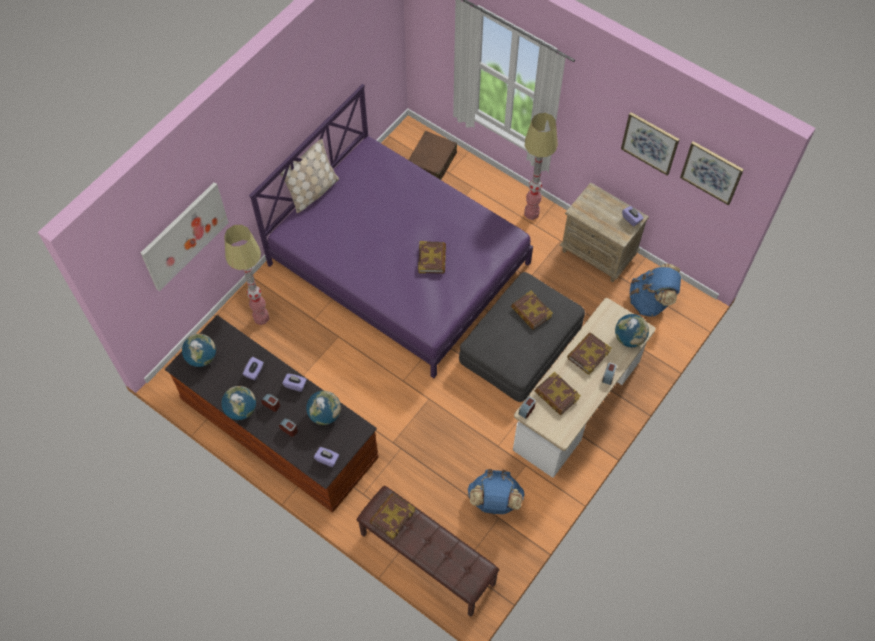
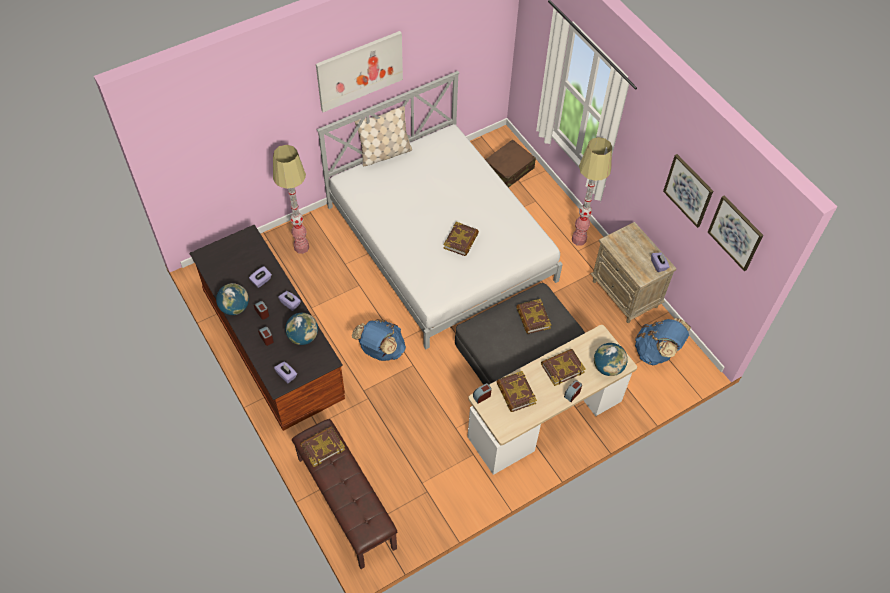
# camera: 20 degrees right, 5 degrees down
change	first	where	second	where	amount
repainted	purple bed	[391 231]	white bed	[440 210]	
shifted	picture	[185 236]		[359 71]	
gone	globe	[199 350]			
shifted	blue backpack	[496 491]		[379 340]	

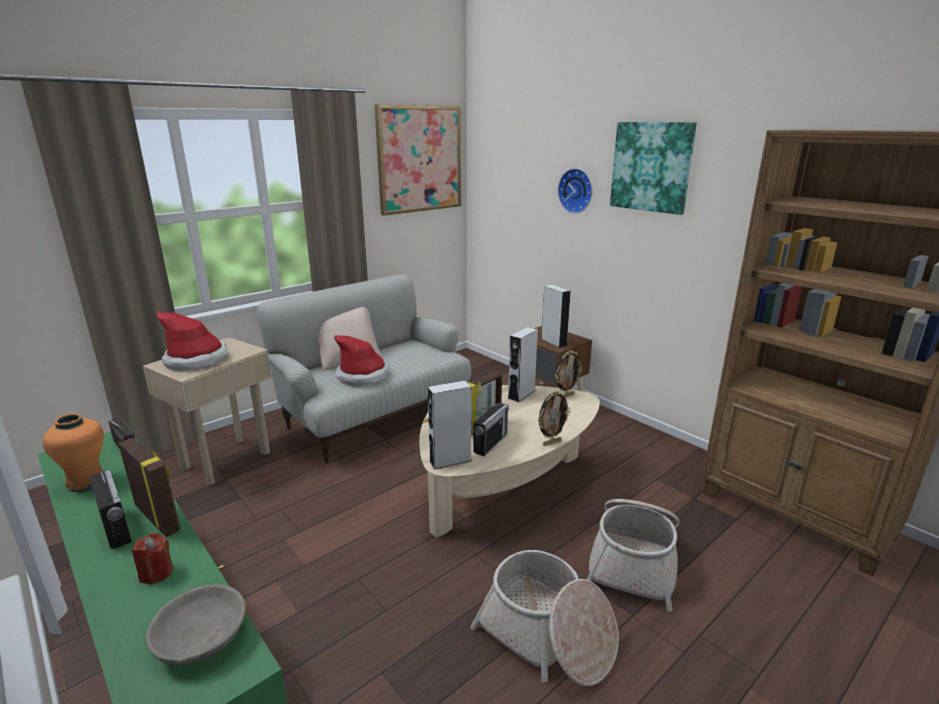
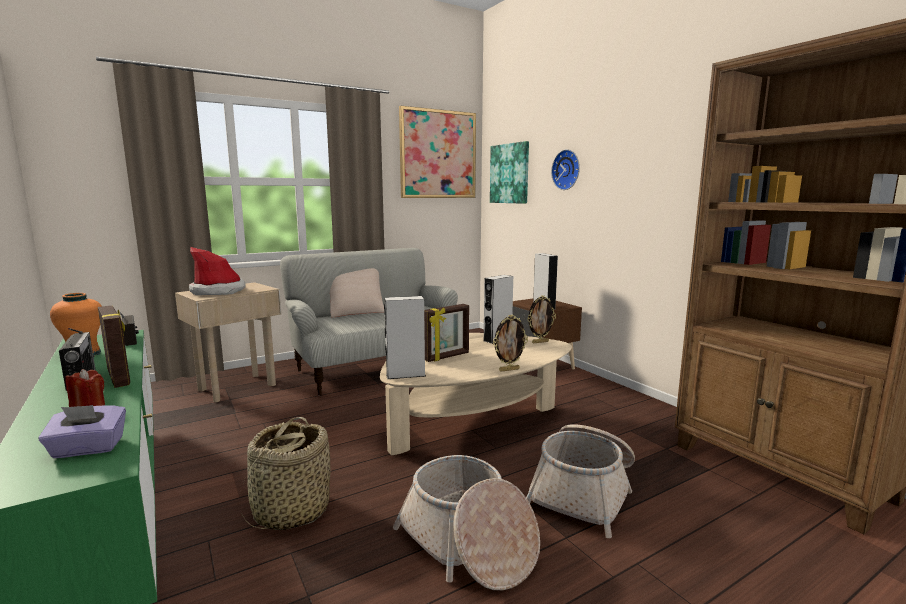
# camera: 10 degrees right, 10 degrees down
change	first	where	second	where	amount
shifted	picture	[653 168]		[509 172]	
gone	hat	[362 361]			
gone	radio	[491 429]			
swapped	grey bowl	[196 624]	purple tissue box	[82 431]	
new			basket	[285 473]	

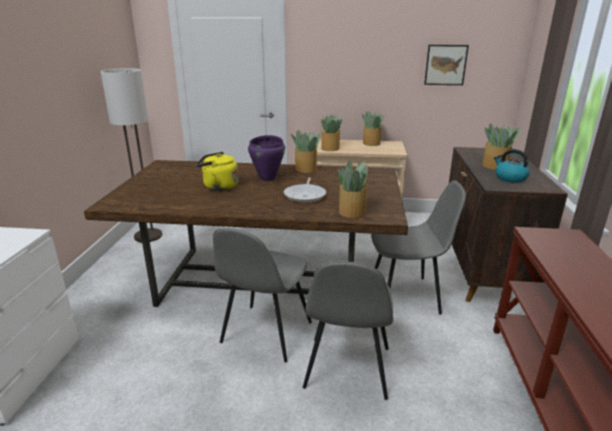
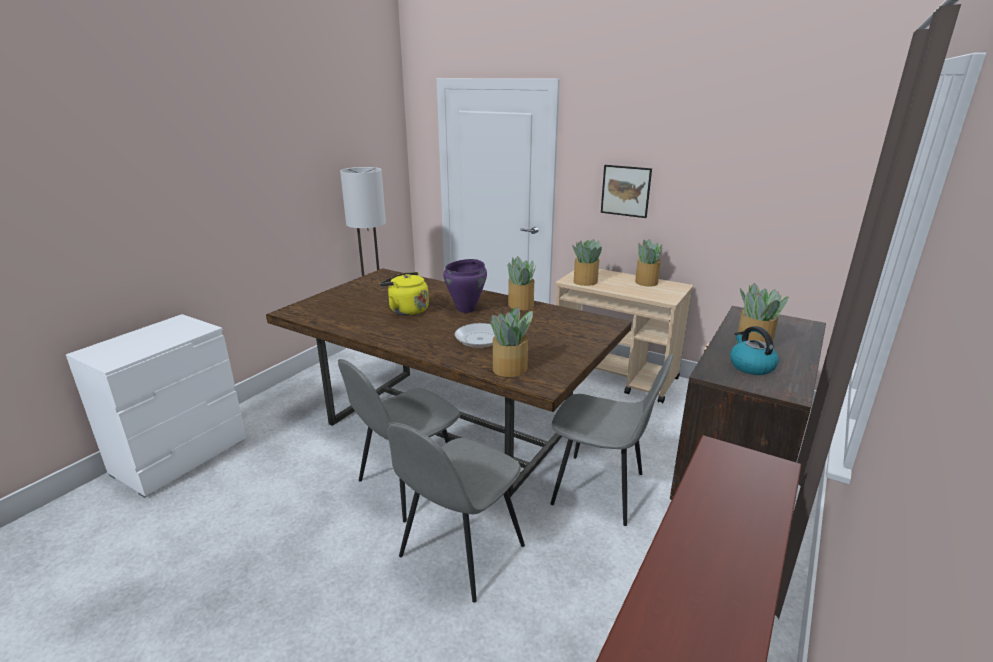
# camera: 25 degrees right, 0 degrees up
change	first	where	second	where	amount
shifted	picture	[446 65]		[626 191]	

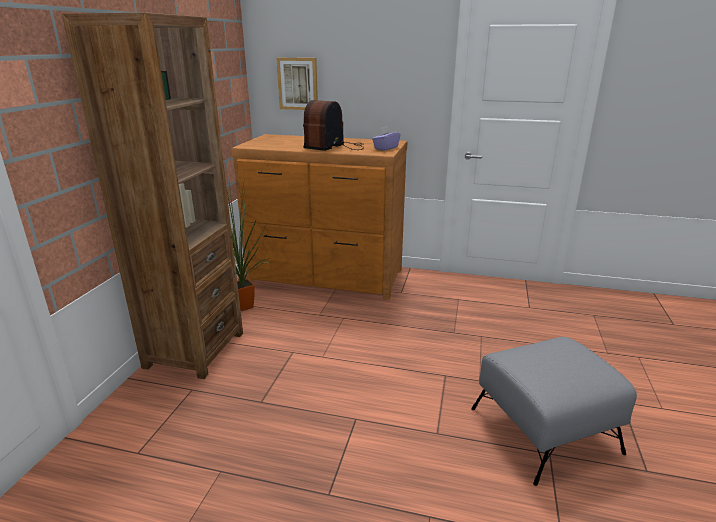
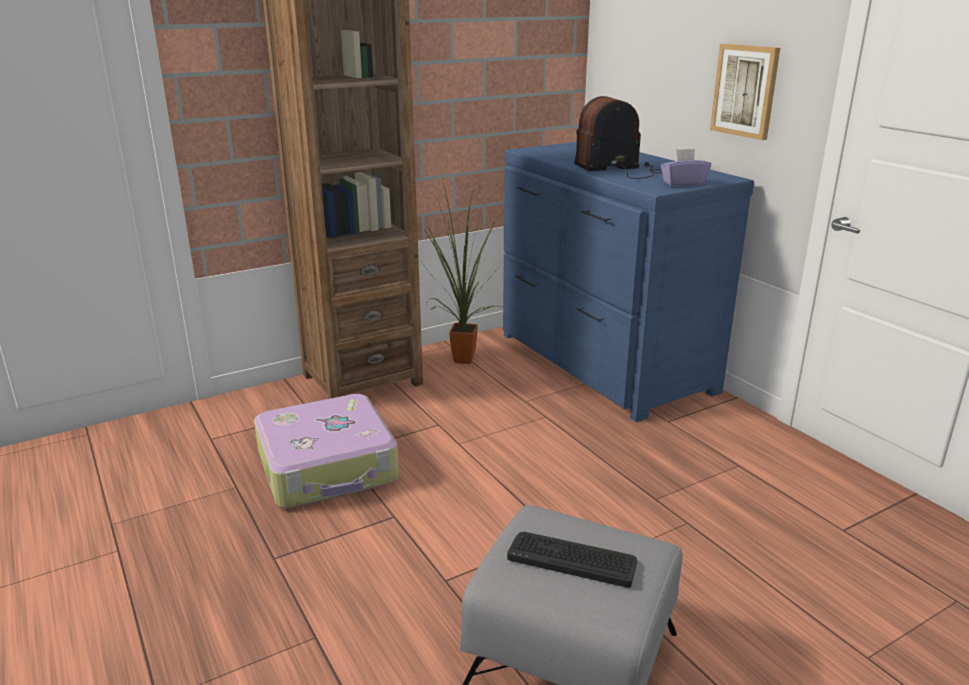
# camera: 45 degrees right, 0 degrees up
change	first	where	second	where	amount
shifted	picture	[297 84]		[745 92]	
repainted	brown dresser	[319 217]	blue dresser	[628 282]	
new			suitcase	[326 451]	
new			keyboard	[572 560]	

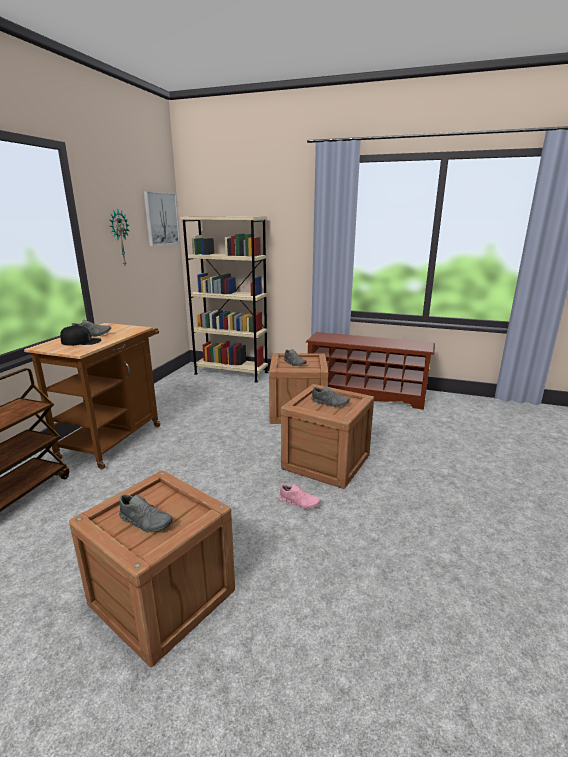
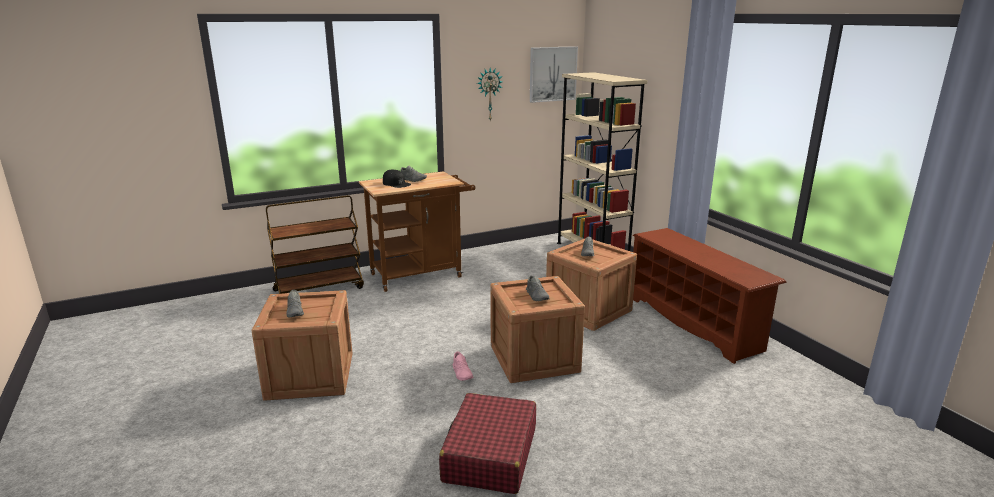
# camera: 45 degrees right, 0 degrees up
change	first	where	second	where	amount
new			red suitcase	[487 443]	

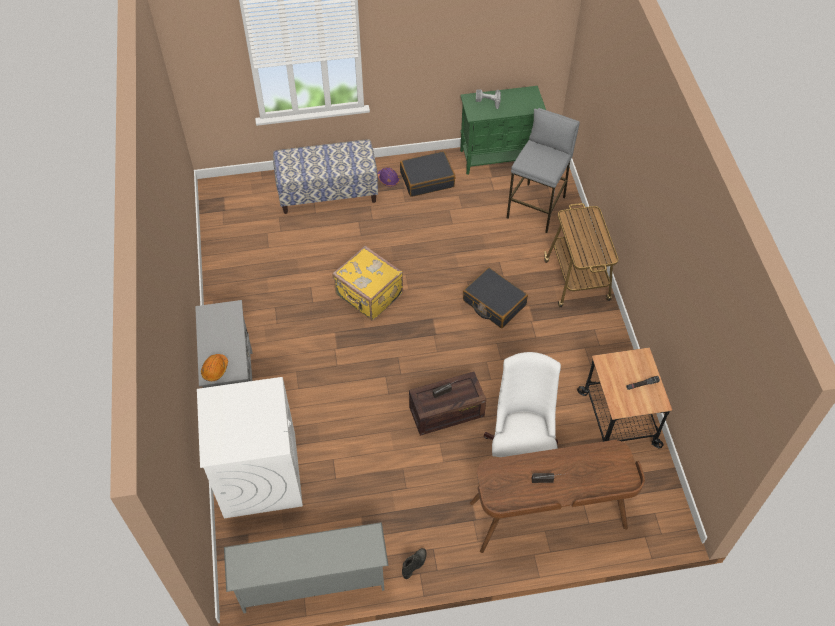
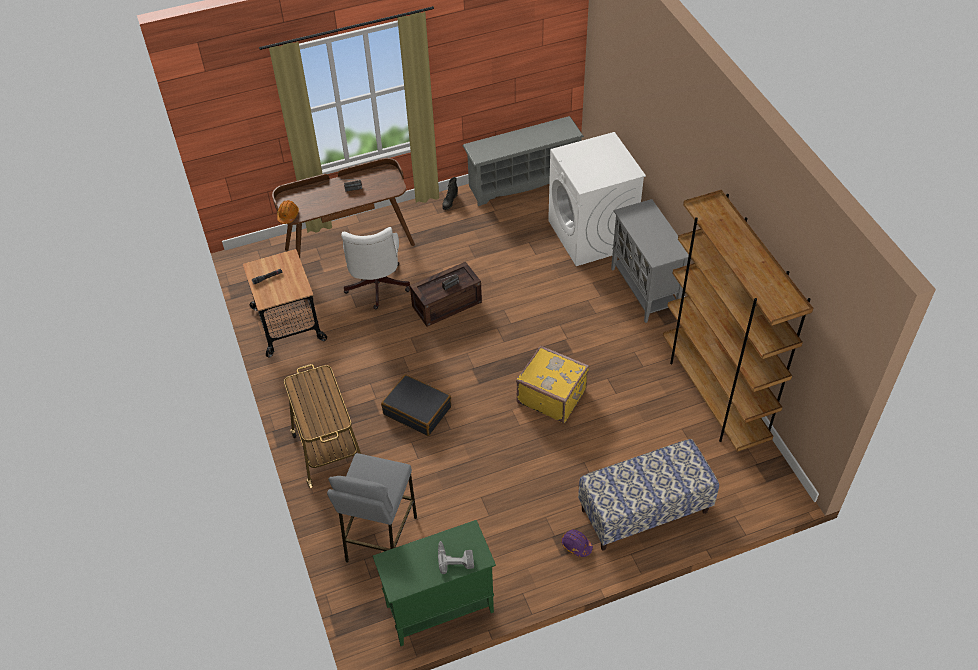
# camera: 170 degrees right, 5 degrees down
change	first	where	second	where	amount
gone	black suitcase	[427 174]			
shifted	orange hard hat	[214 367]		[288 212]	
new			brown bookcase	[738 321]	

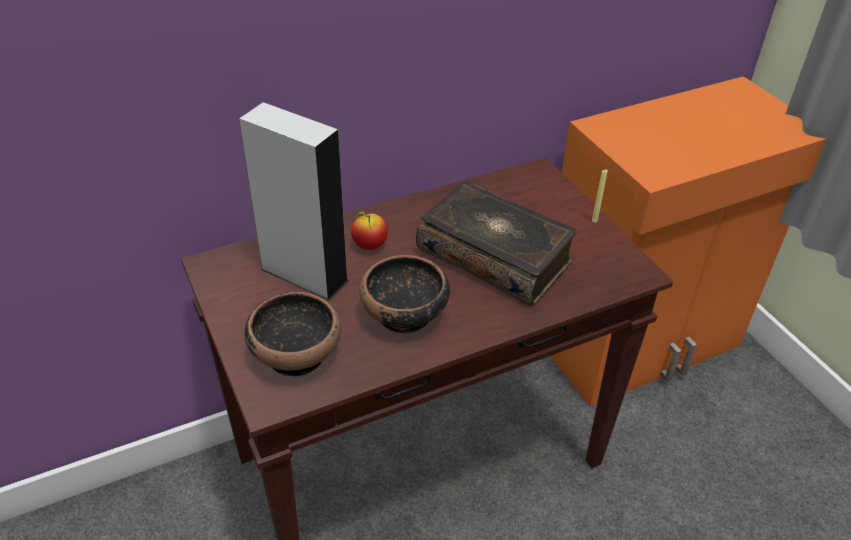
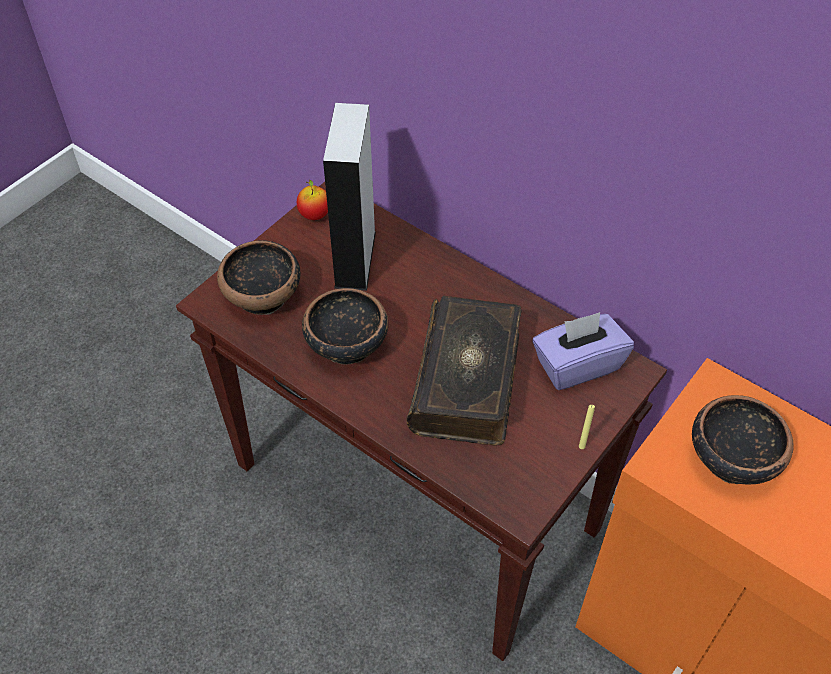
# camera: 65 degrees right, 10 degrees up
change	first	where	second	where	amount
shifted	apple	[369 230]		[312 200]	
new			purple tissue box	[583 351]	
new			bowl	[743 440]	

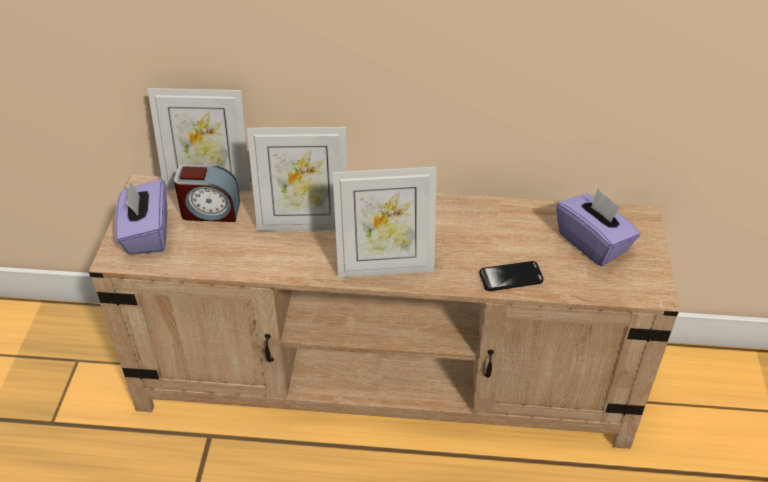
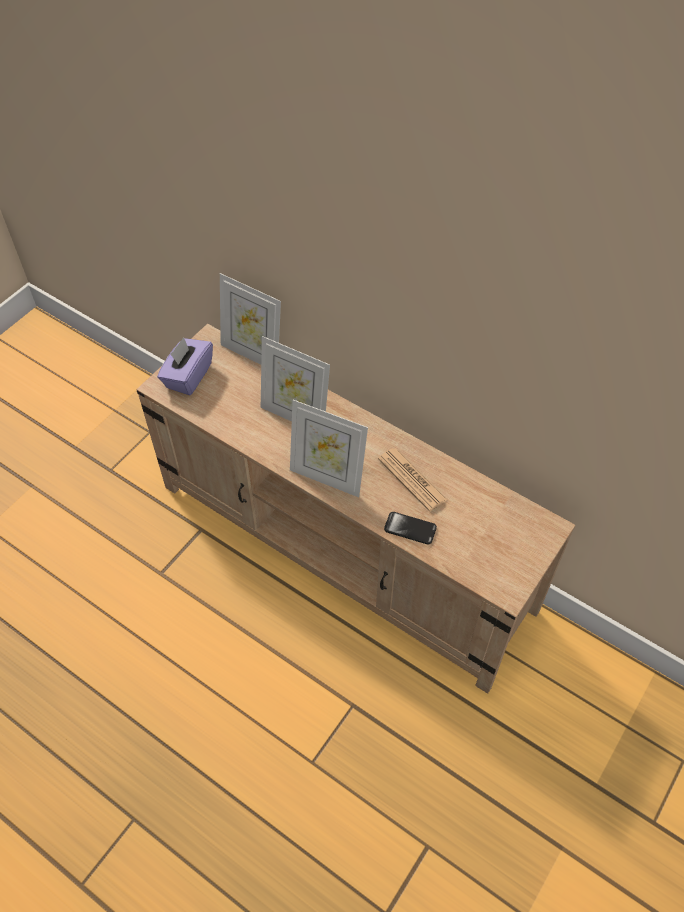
# camera: 30 degrees right, 10 degrees up
change	first	where	second	where	amount
gone	alarm clock	[207 193]			
gone	purple tissue box	[598 227]			
new			newspaper	[412 480]	

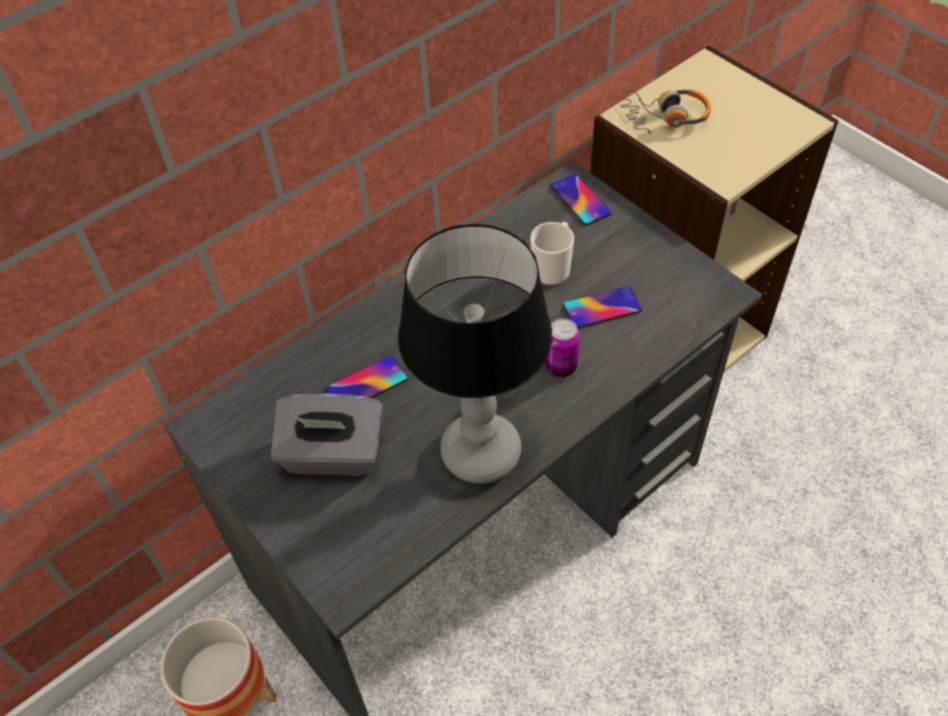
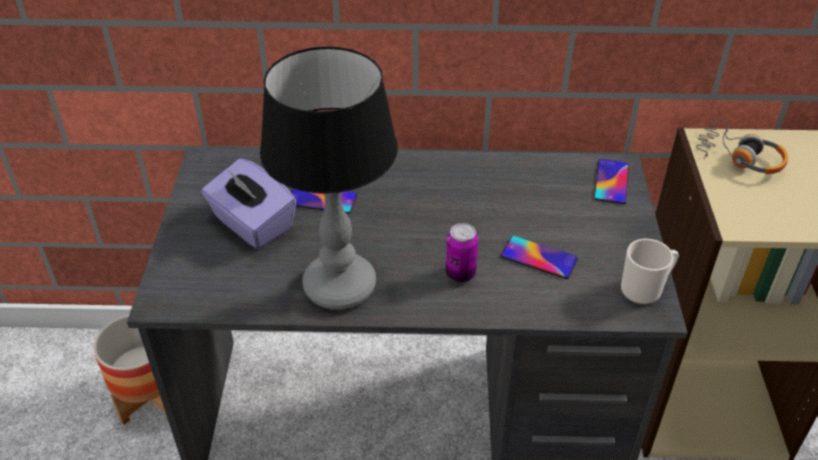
# camera: 40 degrees right, 10 degrees down
change	first	where	second	where	amount
shifted	mug	[552 253]		[650 272]	
repainted	grey tissue box	[326 434]	purple tissue box	[248 203]	

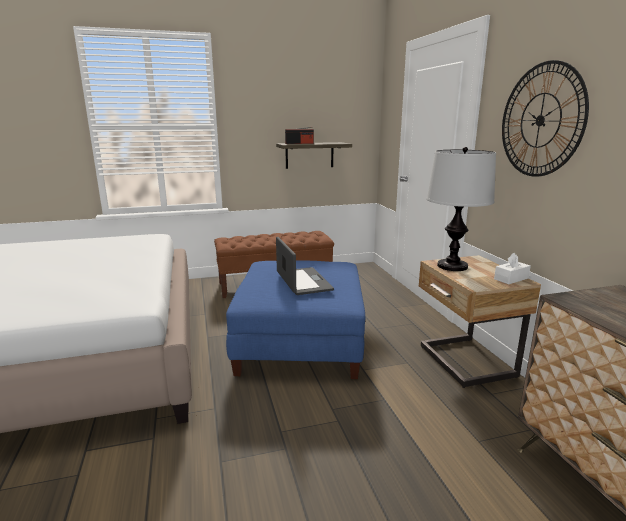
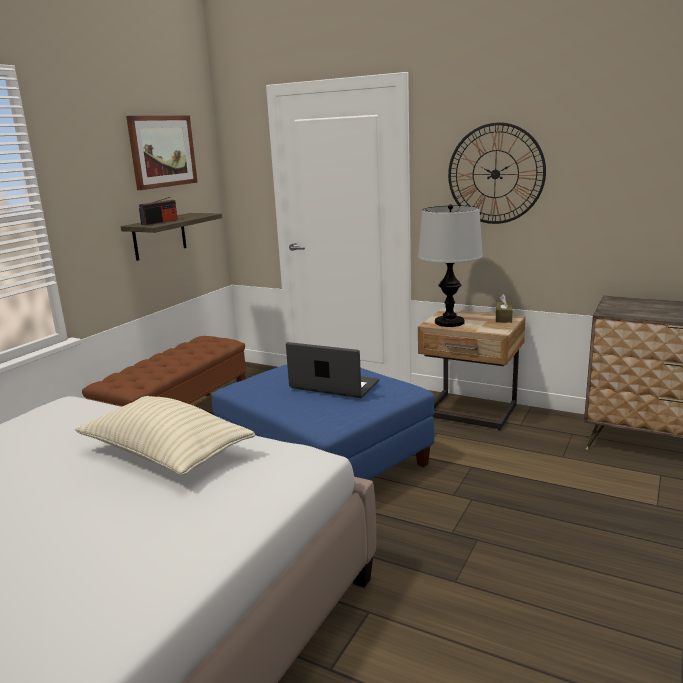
# camera: 45 degrees left, 0 degrees up
change	first	where	second	where	amount
repainted	white tissue box	[512 268]	brown tissue box	[504 308]	
new			picture	[162 153]	
new			beige pillow	[165 435]	

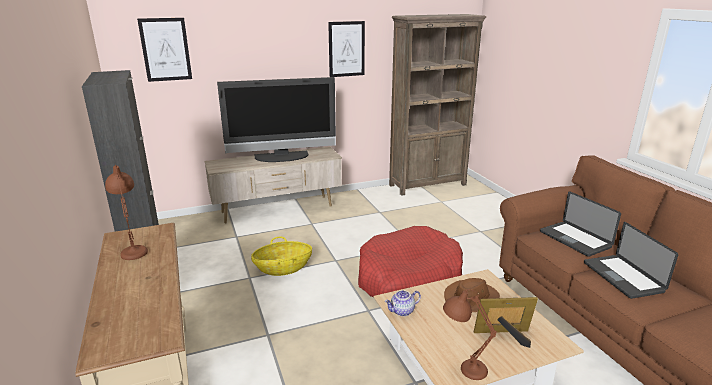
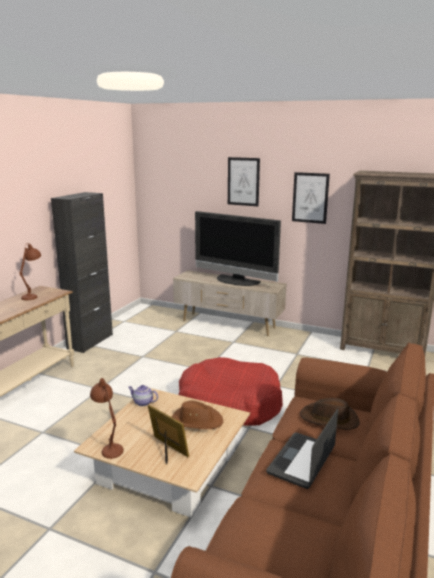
# camera: 45 degrees right, 5 degrees down
change	first	where	second	where	amount
shifted	picture	[164 50]		[244 181]	
swapped	laptop	[580 224]	brown hat	[330 414]	
gone	basket	[281 256]			

